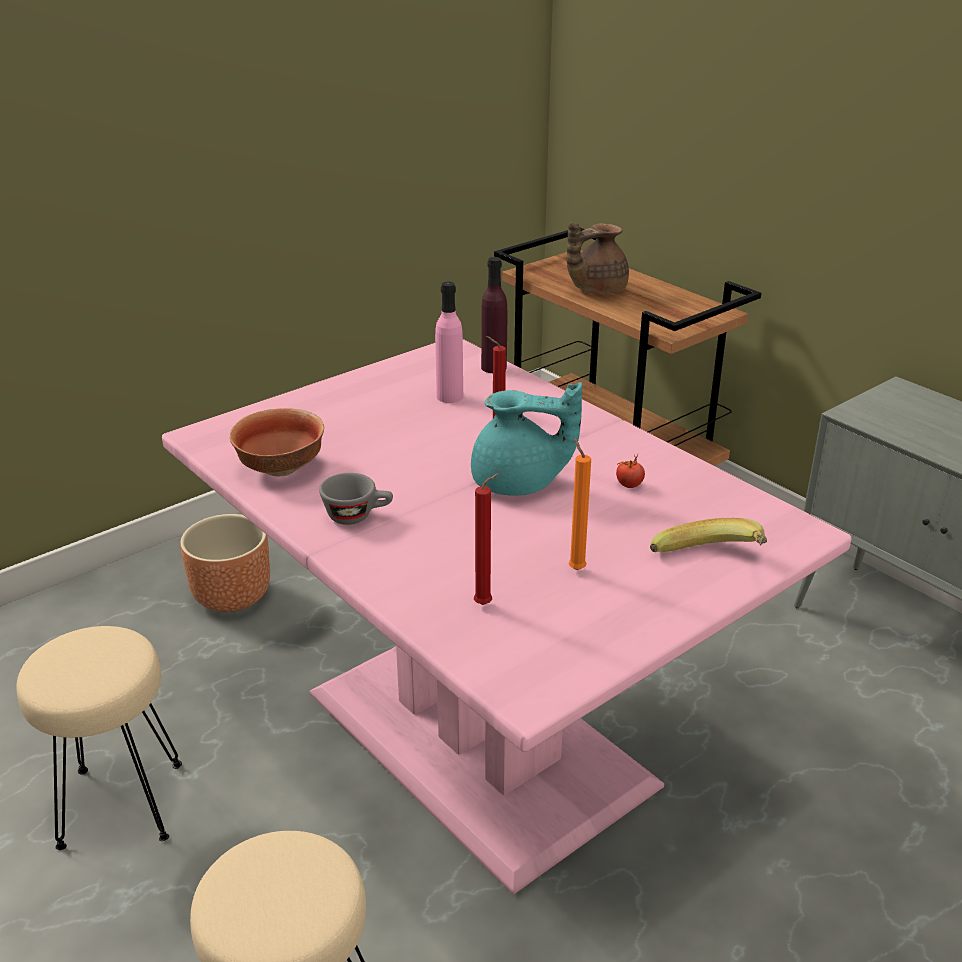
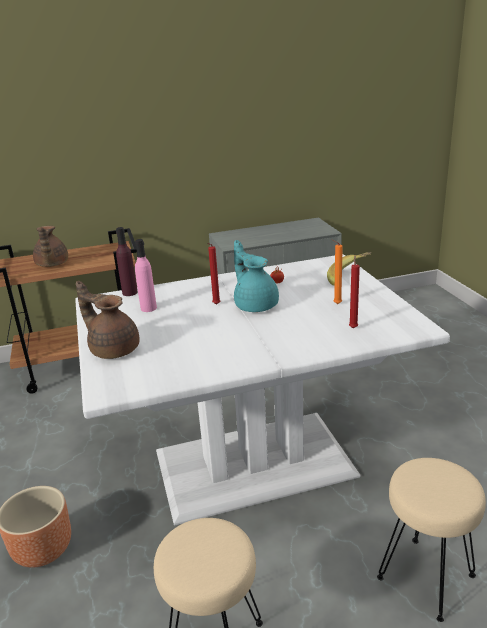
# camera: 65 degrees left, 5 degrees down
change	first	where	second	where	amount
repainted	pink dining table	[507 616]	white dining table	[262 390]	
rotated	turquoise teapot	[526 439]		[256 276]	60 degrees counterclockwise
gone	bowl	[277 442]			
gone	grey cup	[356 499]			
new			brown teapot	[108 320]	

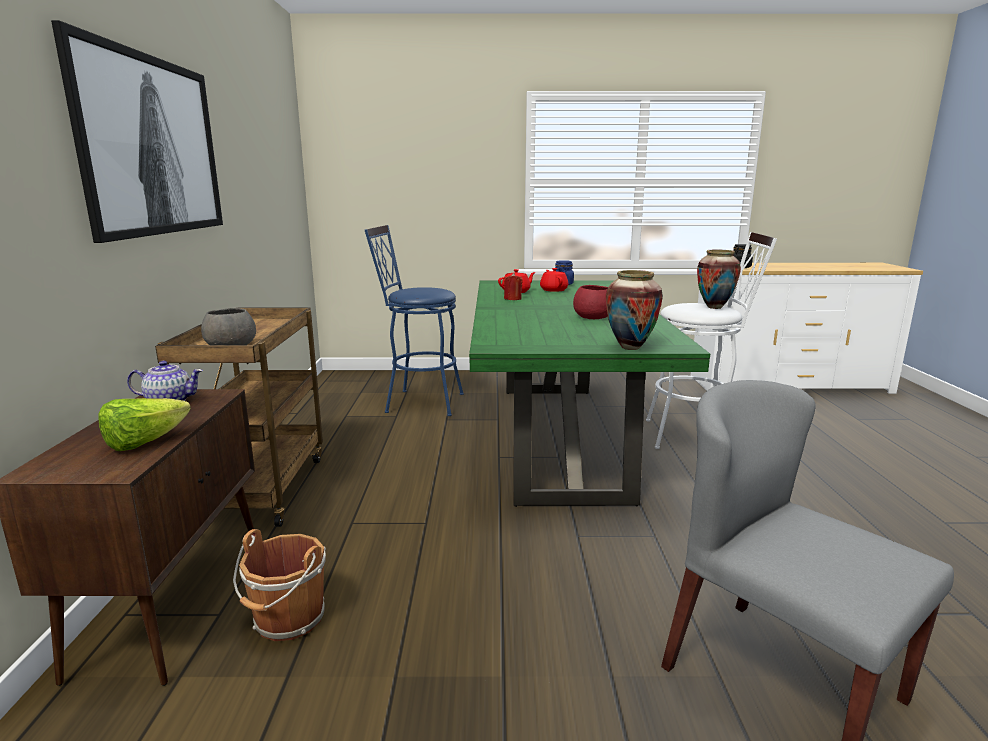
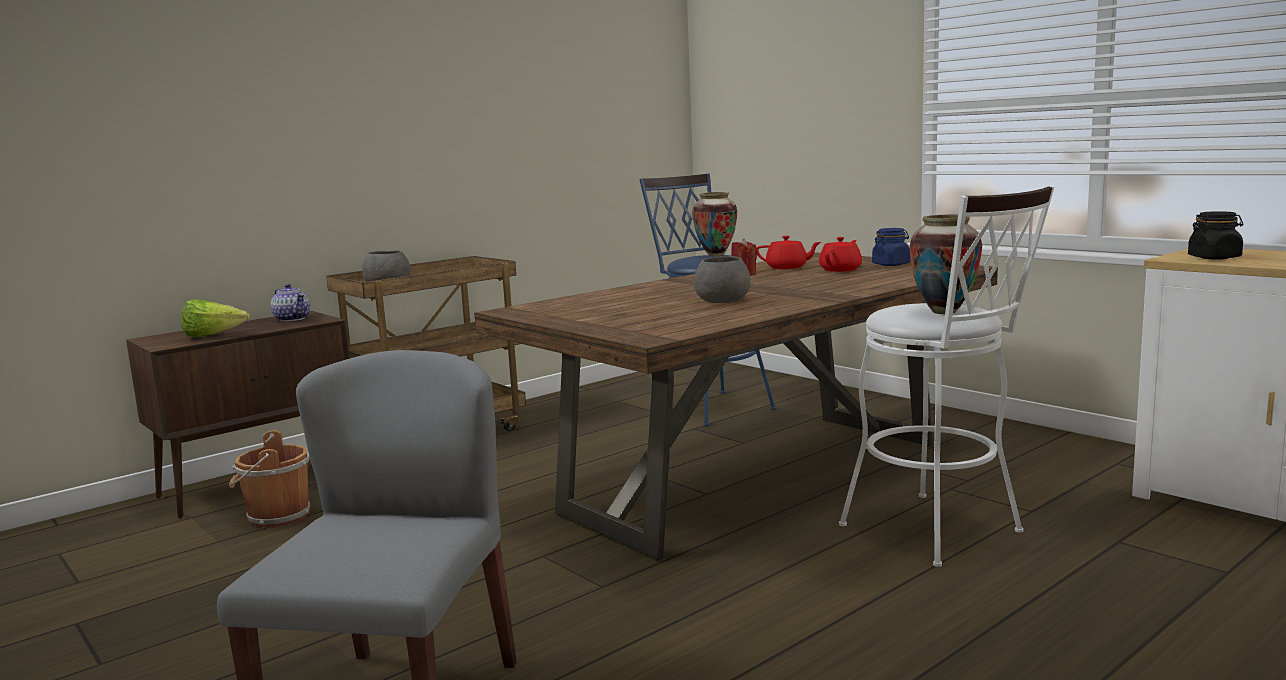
# camera: 50 degrees right, 5 degrees down
change	first	where	second	where	amount
gone	picture	[137 131]			
shifted	vase	[634 310]		[714 224]	
repainted	green dining table	[589 394]	brown dining table	[736 406]	
repainted	red bowl	[590 302]	grey bowl	[722 279]	

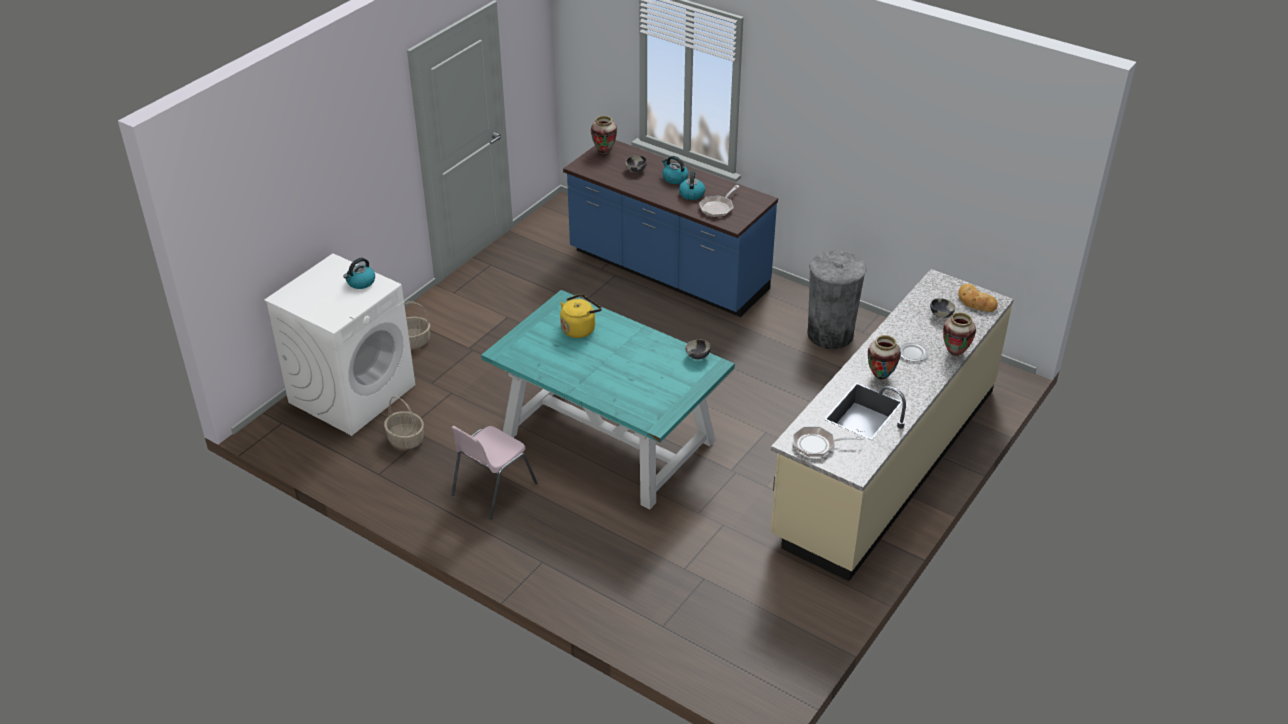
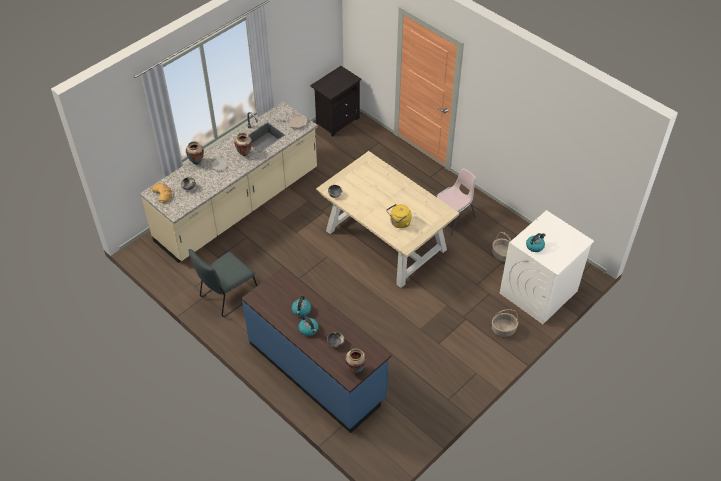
# camera: 170 degrees left, 10 degrees up
change	first	where	second	where	amount
gone	frying pan	[719 201]			
swapped	grey trash can	[837 299]	grey chair	[222 283]	
repainted	turquoise dining table	[608 400]	beige dining table	[387 219]	
new			black nightstand	[336 101]	

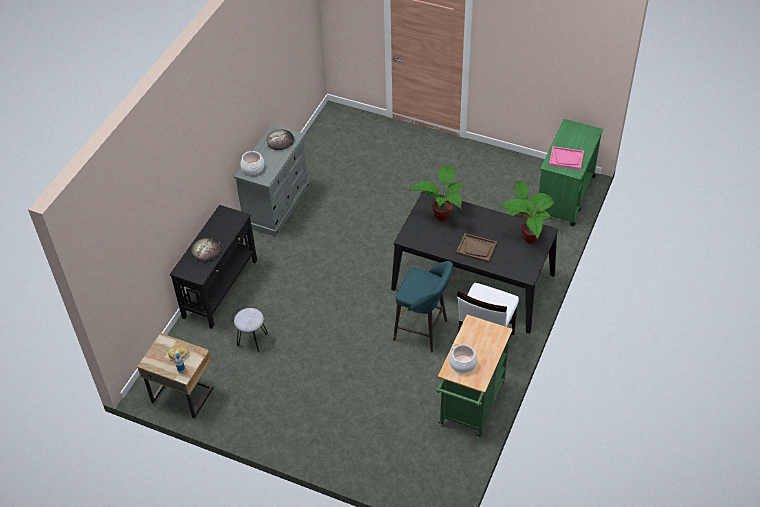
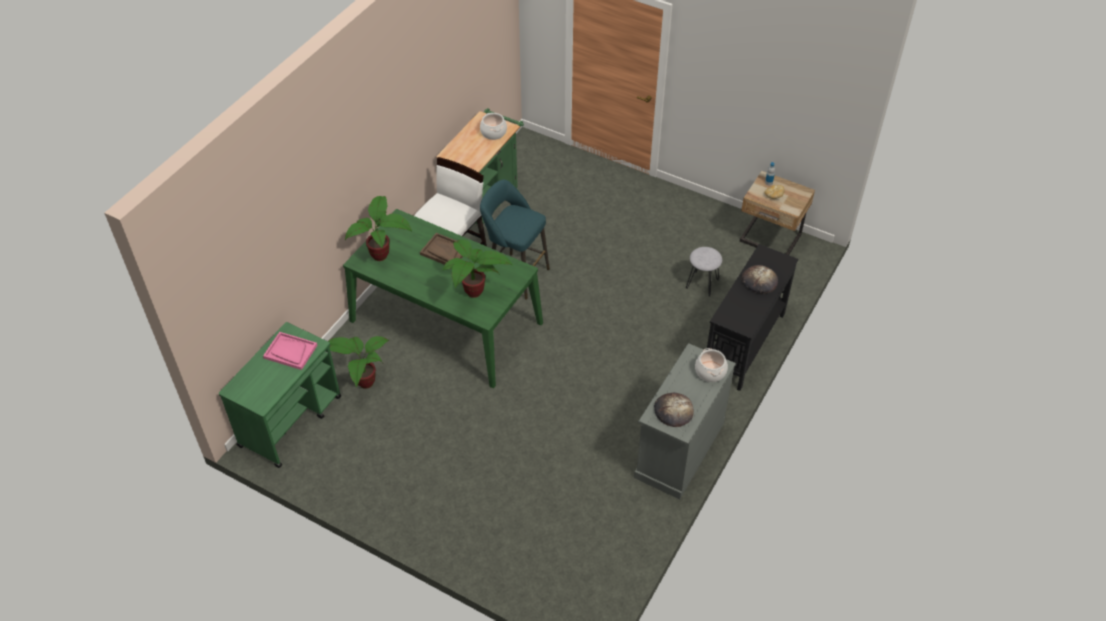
# camera: 175 degrees left, 0 degrees up
change	first	where	second	where	amount
repainted	black dining table	[474 263]	green dining table	[443 298]	

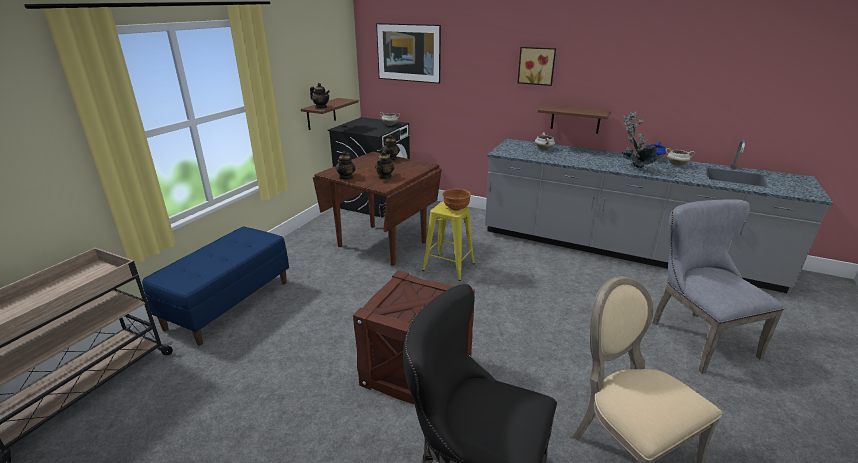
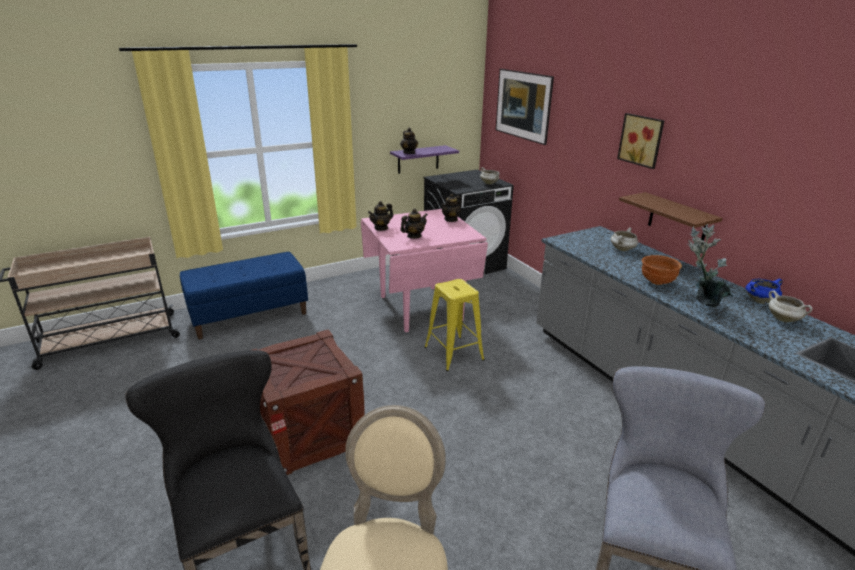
# camera: 35 degrees right, 0 degrees up
change	first	where	second	where	amount
repainted	brown shelf	[330 114]	purple shelf	[424 159]	
repainted	brown dining table	[377 209]	pink dining table	[424 270]	
shifted	brown bowl	[457 200]		[662 270]	

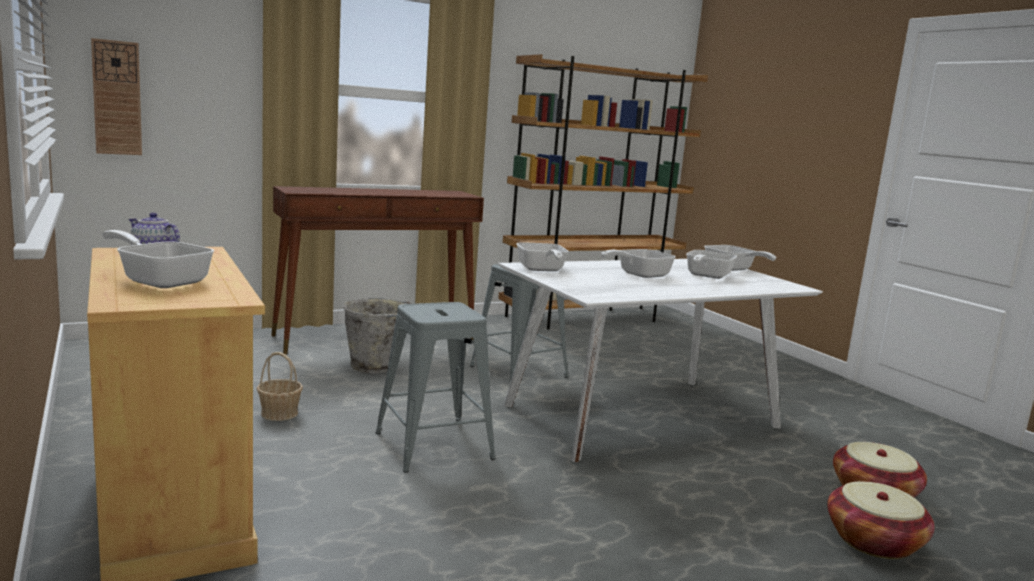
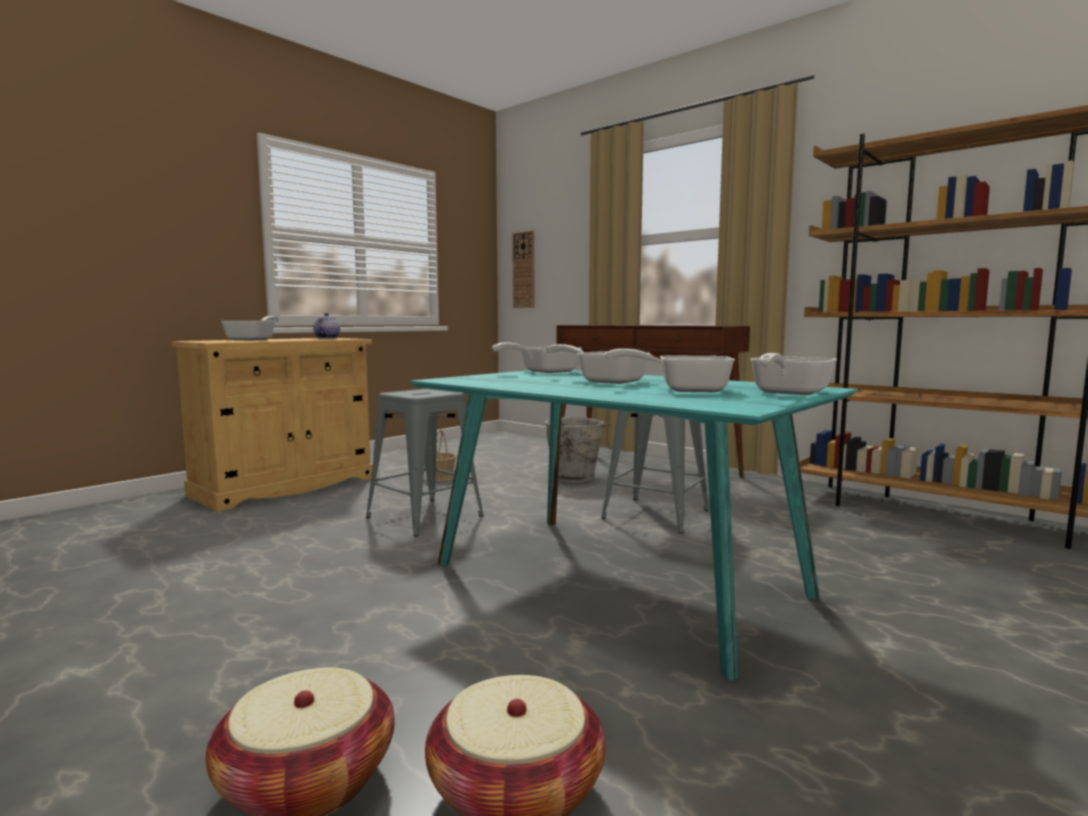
# camera: 70 degrees right, 5 degrees down
change	first	where	second	where	amount
repainted	white dining table	[660 360]	turquoise dining table	[633 525]	

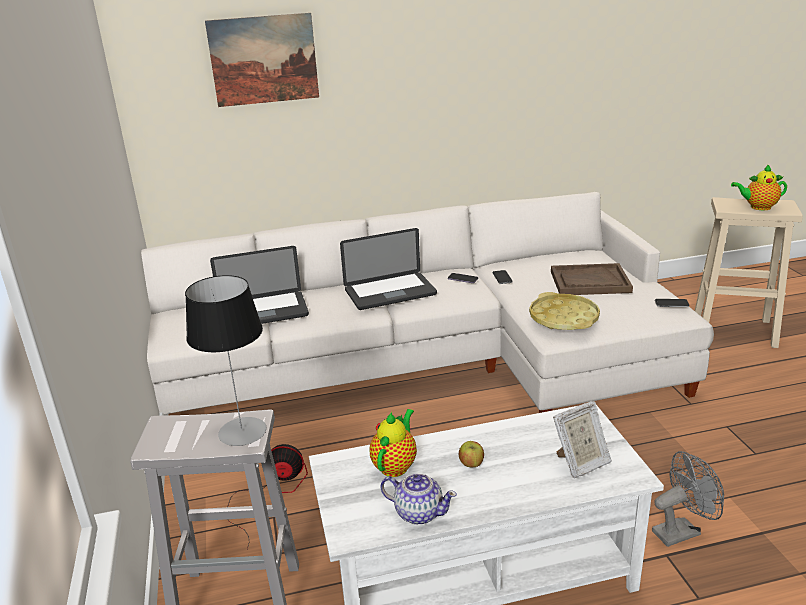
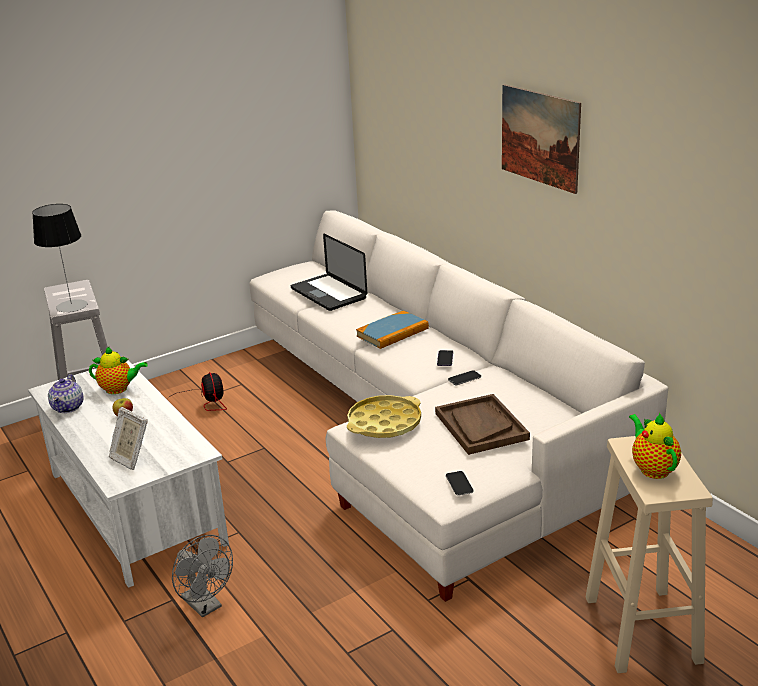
# camera: 70 degrees right, 0 degrees up
change	first	where	second	where	amount
shifted	picture	[262 60]		[541 139]	
swapped	laptop	[388 269]	book	[392 329]	

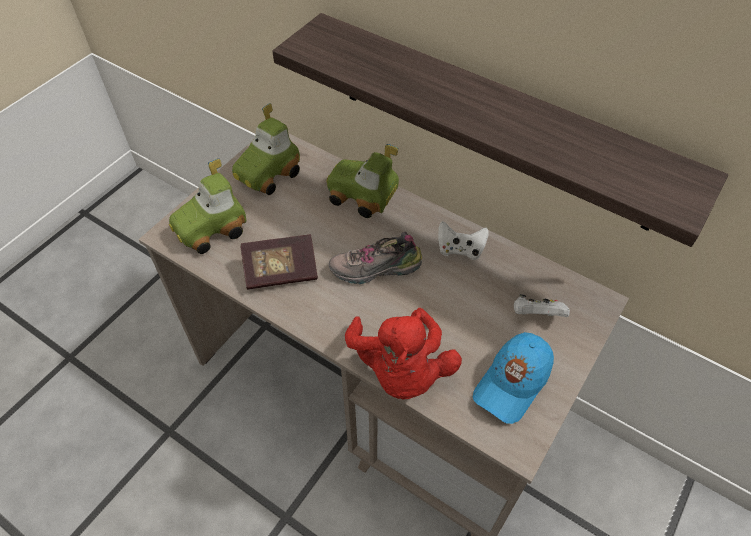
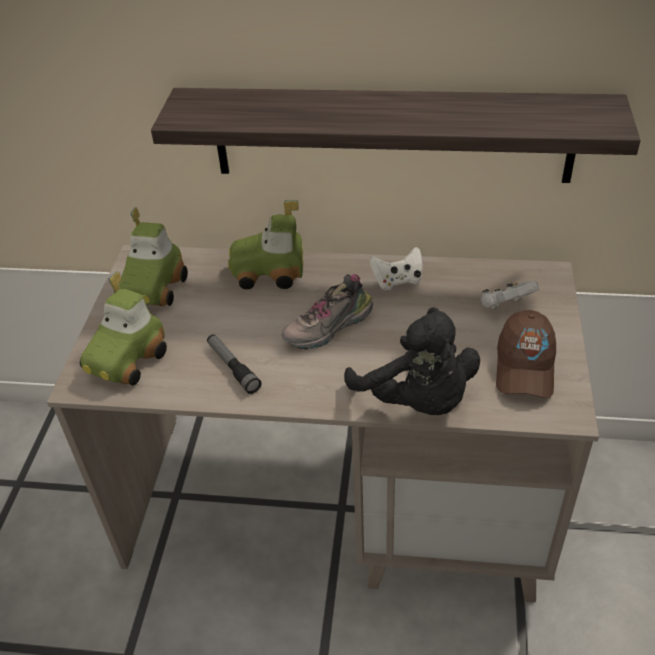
# camera: 25 degrees left, 10 degrees down
change	first	where	second	where	amount
swapped	book	[279 262]	flashlight	[234 364]	
repainted	red plush toy	[403 353]	black plush toy	[412 361]	
repainted	blue cap	[513 378]	brown cap	[526 354]	

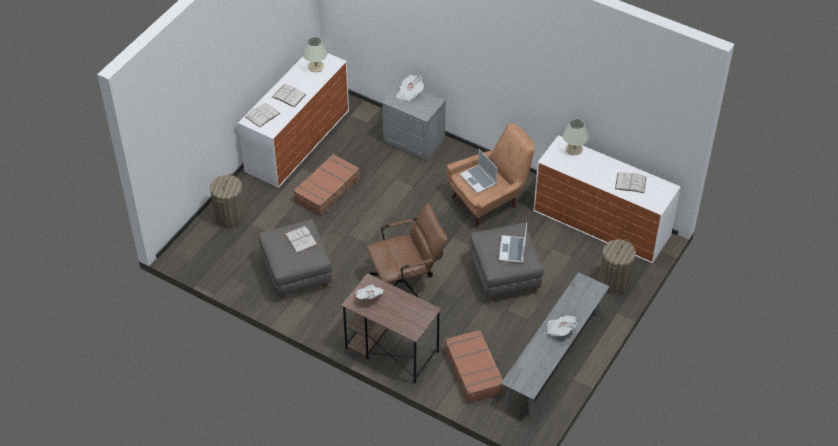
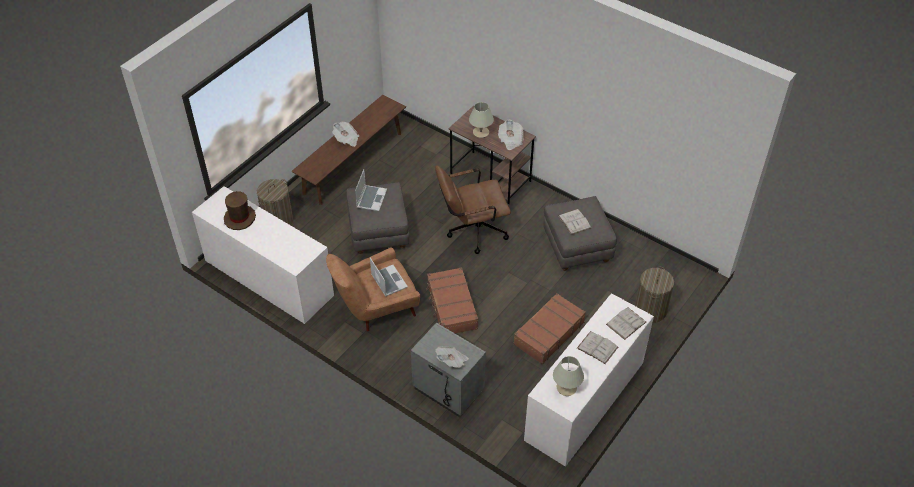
# camera: 175 degrees left, 0 degrees up
change	first	where	second	where	amount
shifted	beige table lamp	[576 137]		[481 120]	
swapped	white book	[630 182]	brown hat	[240 210]	
repainted	grey bench	[555 344]	brown bench	[348 150]	
shifted	brown suitcase	[474 367]		[452 300]	

